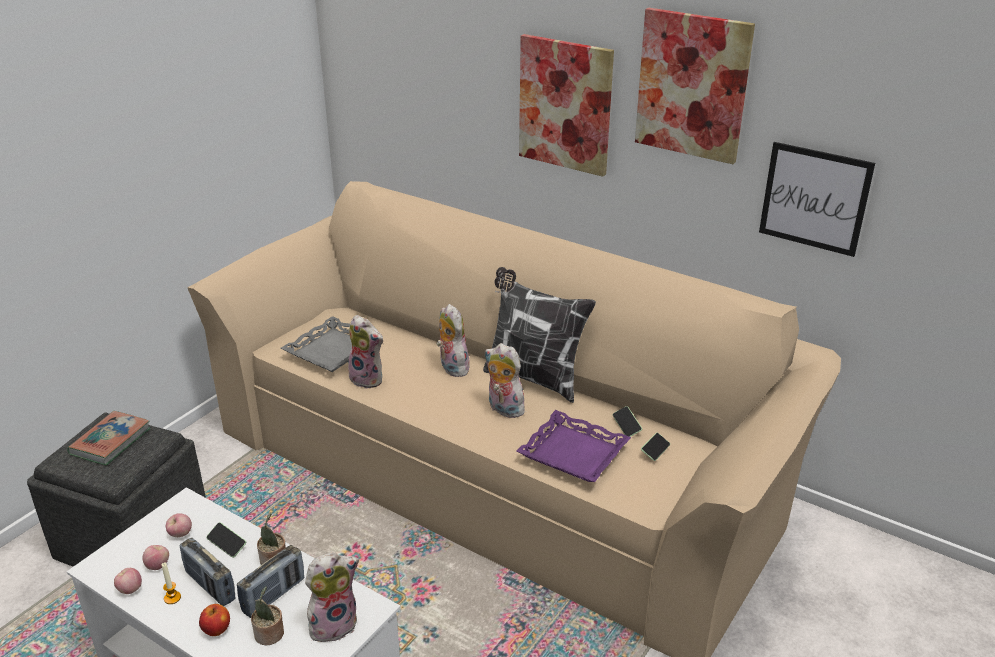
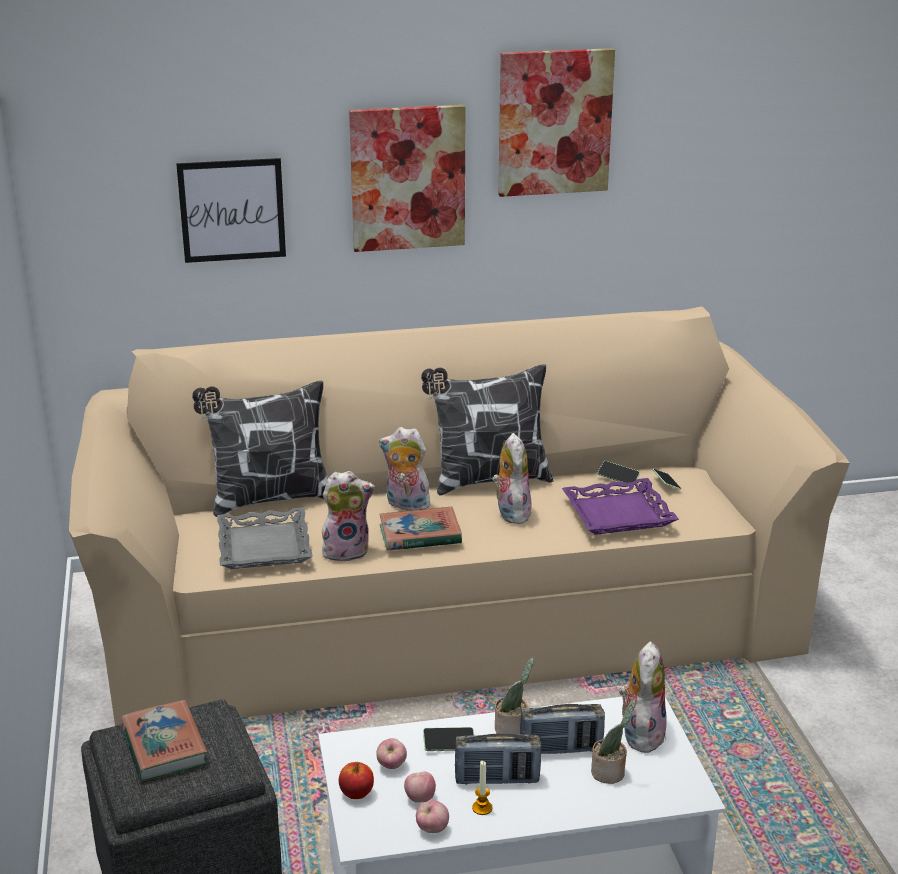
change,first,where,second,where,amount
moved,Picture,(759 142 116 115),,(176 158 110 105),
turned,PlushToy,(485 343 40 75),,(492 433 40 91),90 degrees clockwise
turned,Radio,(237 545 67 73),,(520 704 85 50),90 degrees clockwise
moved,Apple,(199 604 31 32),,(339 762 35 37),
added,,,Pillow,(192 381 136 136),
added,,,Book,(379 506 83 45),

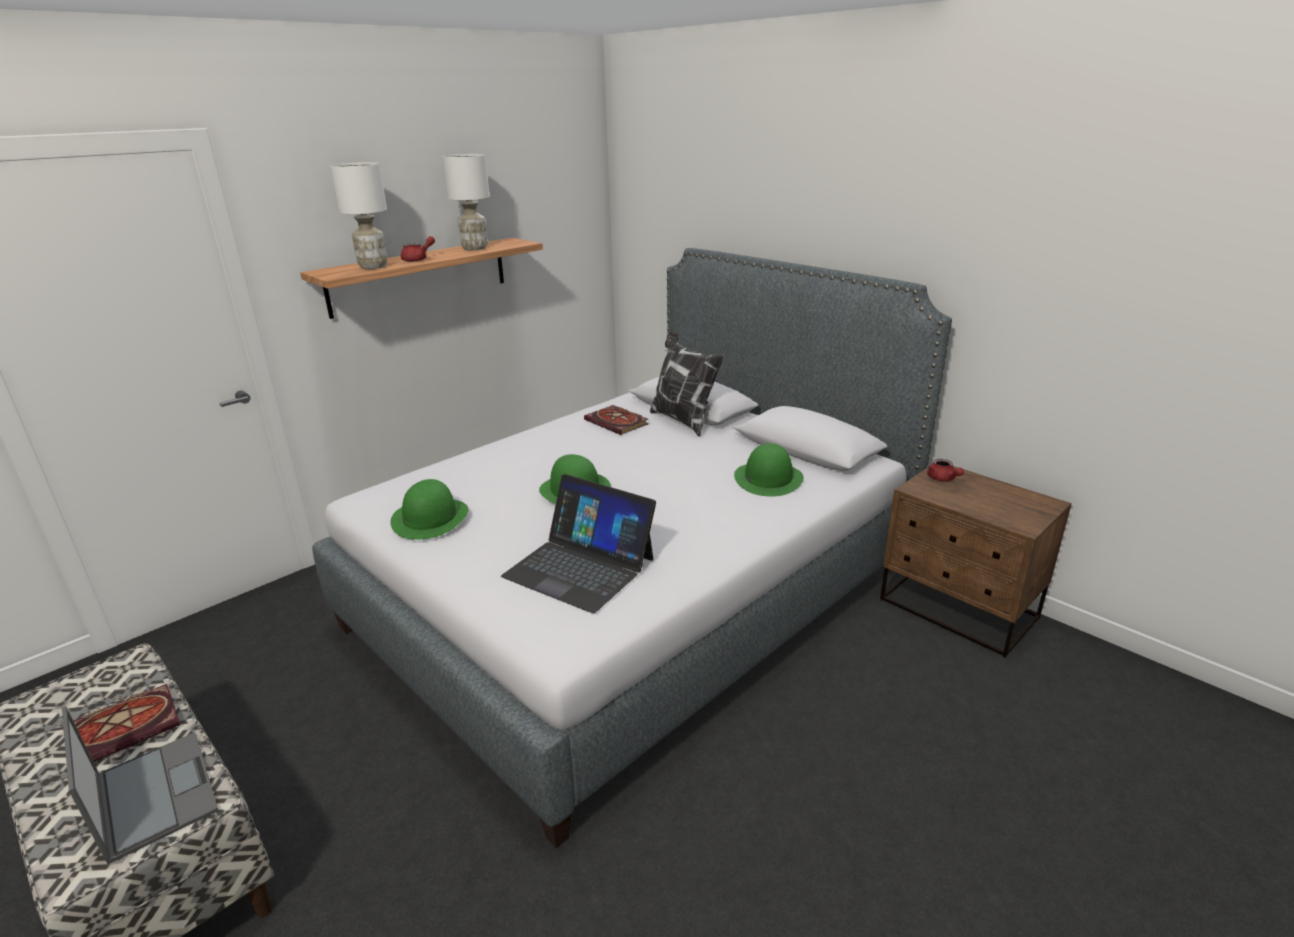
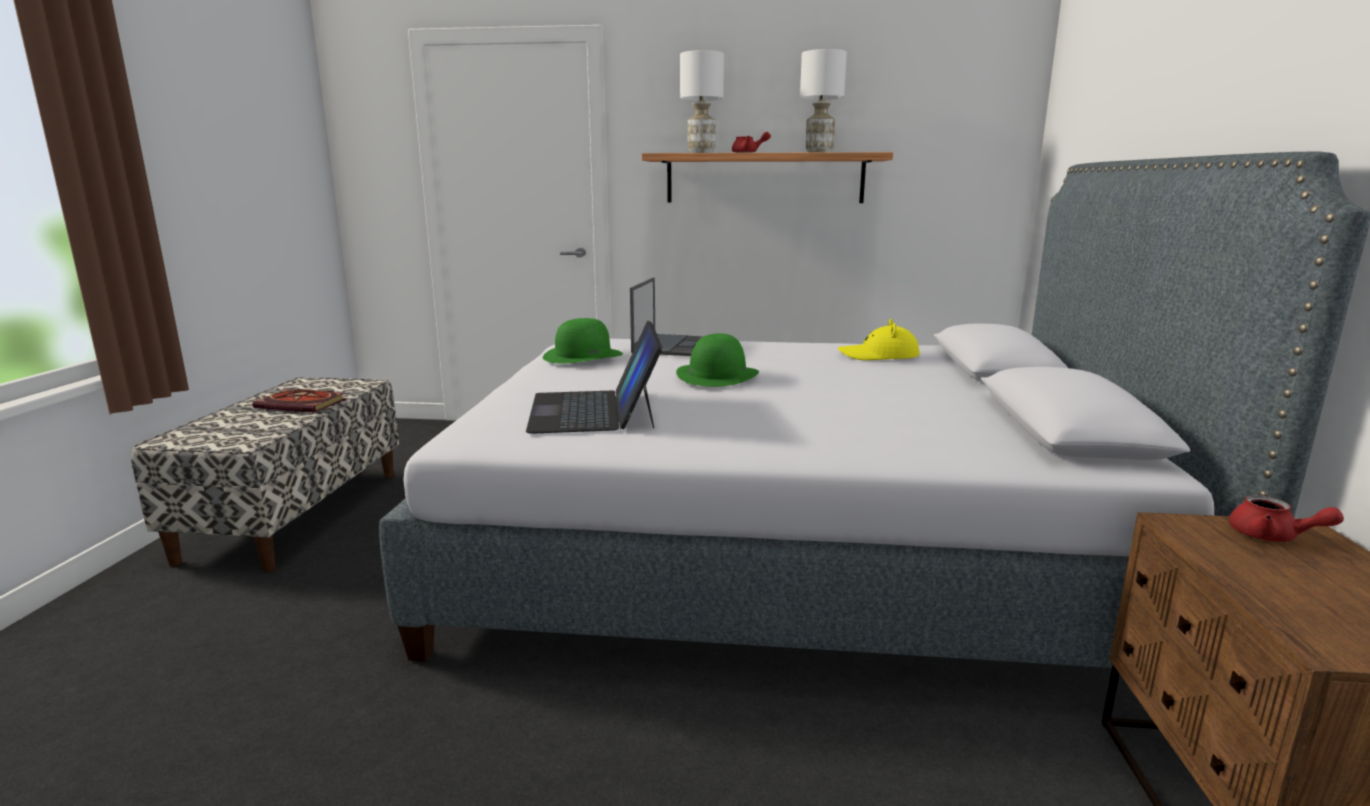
change,first,where,second,where,amount
removed,Pillow,(650 331 74 106),,,
replaced,Book,(584 405 65 30),YellowHat,(838 319 82 41),
removed,GreenHat,(734 443 70 54),,,
turned,RedTeapot,(927 459 37 22),,(1229 495 115 47),75 degrees counterclockwise
moved,Laptop,(62 706 157 158),,(630 277 74 79),

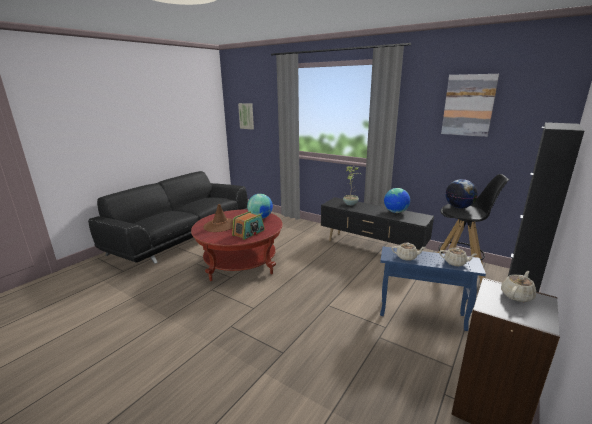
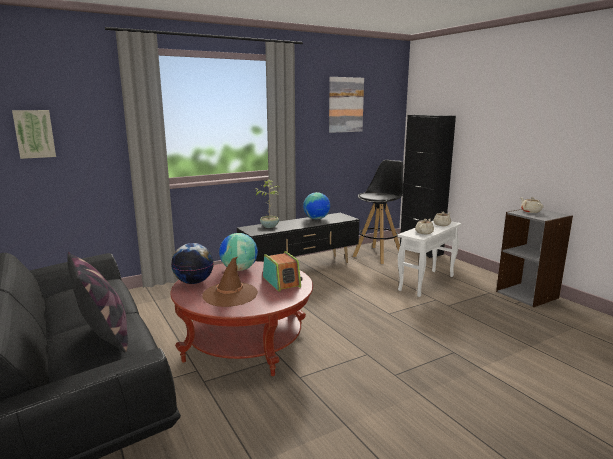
change,first,where,second,where,amount
moved,Globe,(445 179 33 29),,(171 243 43 41),
recoloured,BlueSideTable,(380 246 106 85),WhiteSideTable,(398 221 64 76),
added,,,Pillow,(67 252 61 100),

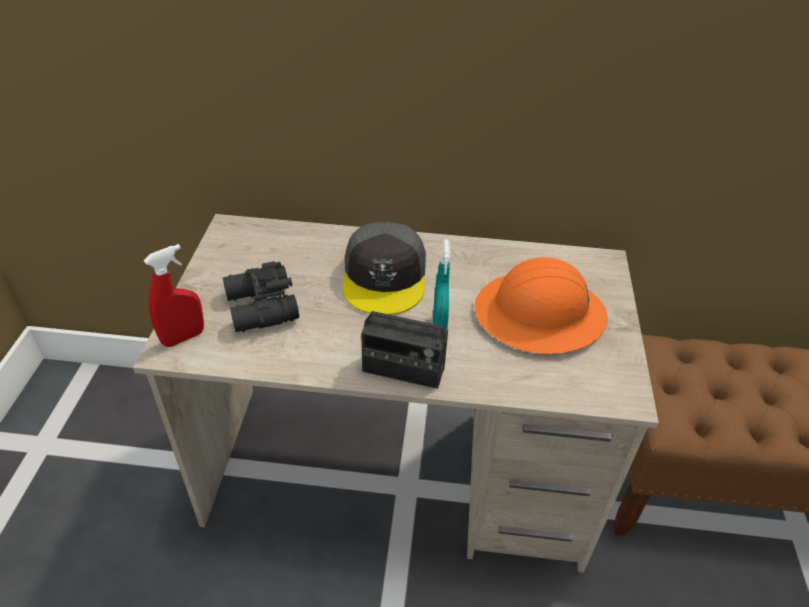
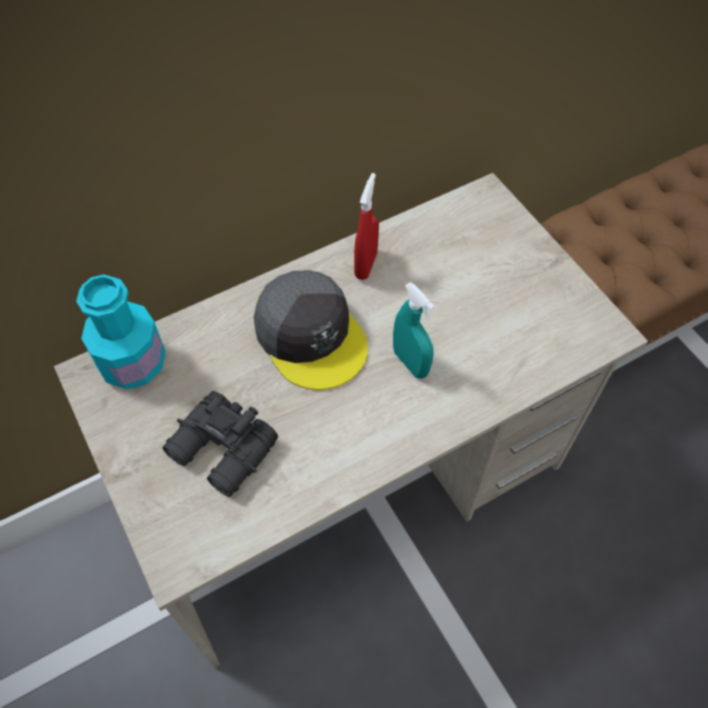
change,first,where,second,where,amount
moved,RedSprayBottle,(144 244 60 103),,(354 173 25 107),
removed,OrangeHardHat,(474 257 134 97),,,
removed,Radio,(361 297 87 92),,,
added,,,TurquoiseBottle,(76 274 89 115),

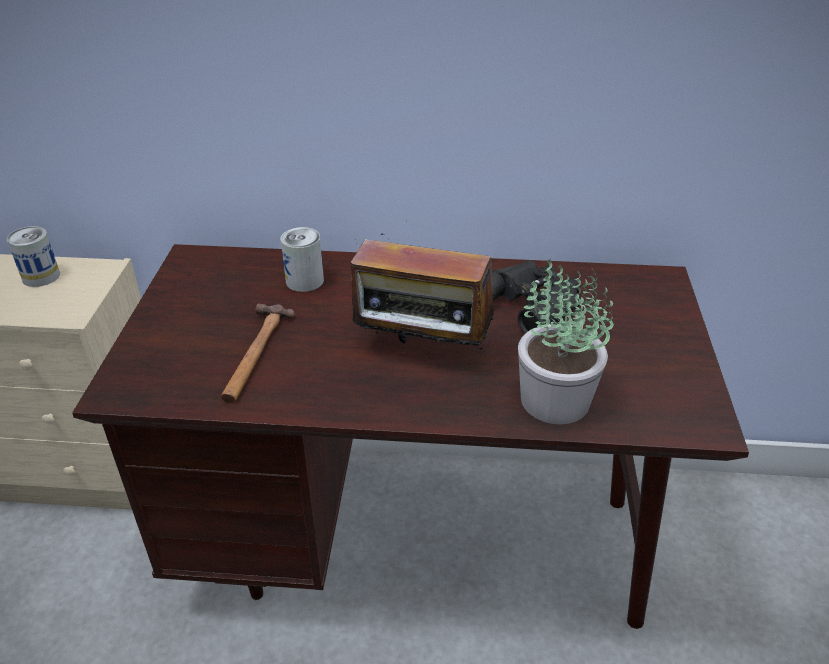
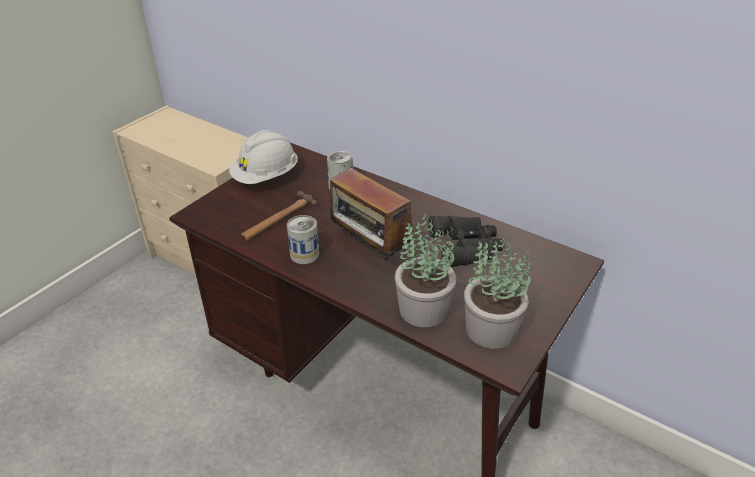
change,first,where,second,where,amount
moved,Can,(7 226 53 61),,(287 215 32 49),
added,,,WhiteHardHat,(229 130 69 54),
added,,,PottedPlant,(464 235 67 114),

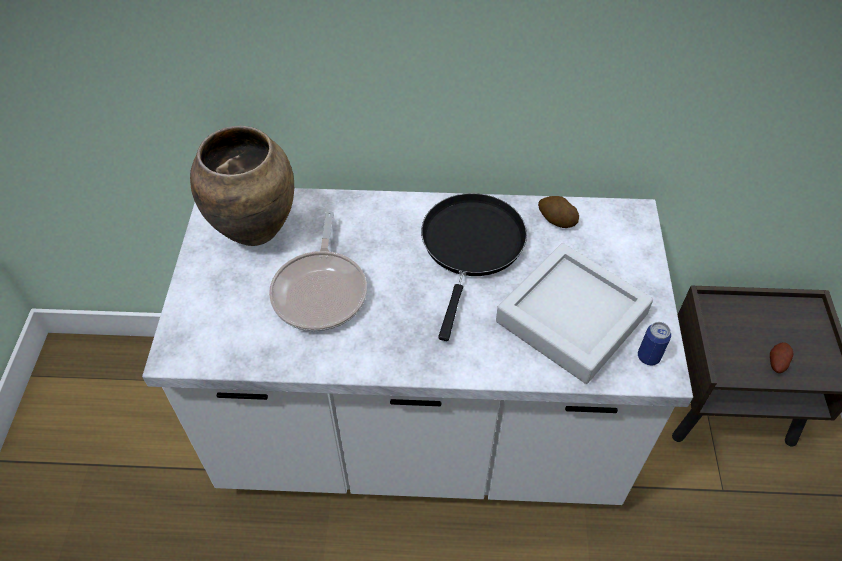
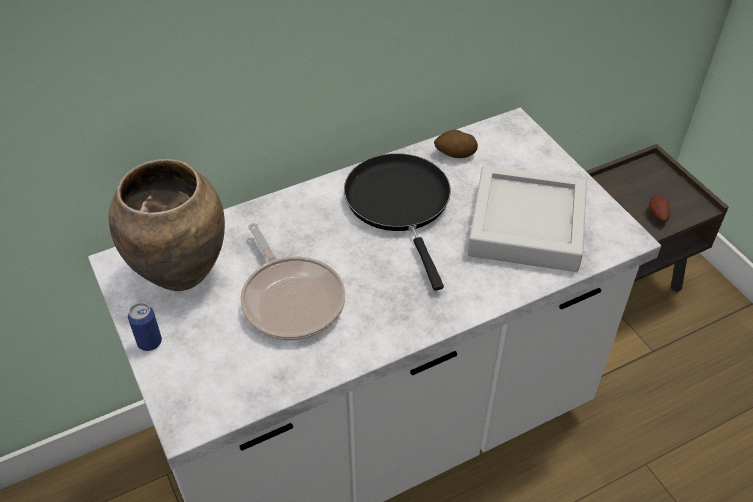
change,first,where,second,where,amount
moved,Can,(638 322 33 43),,(128 303 34 48),

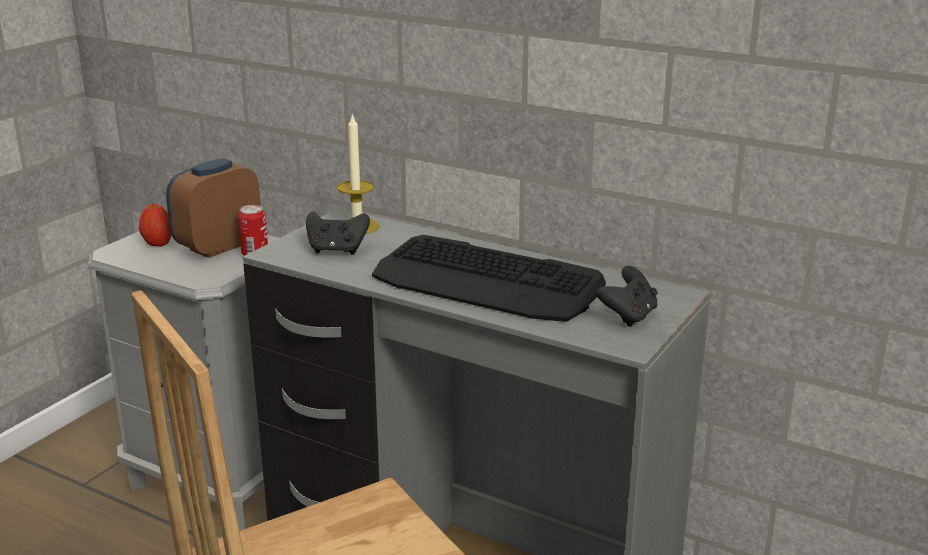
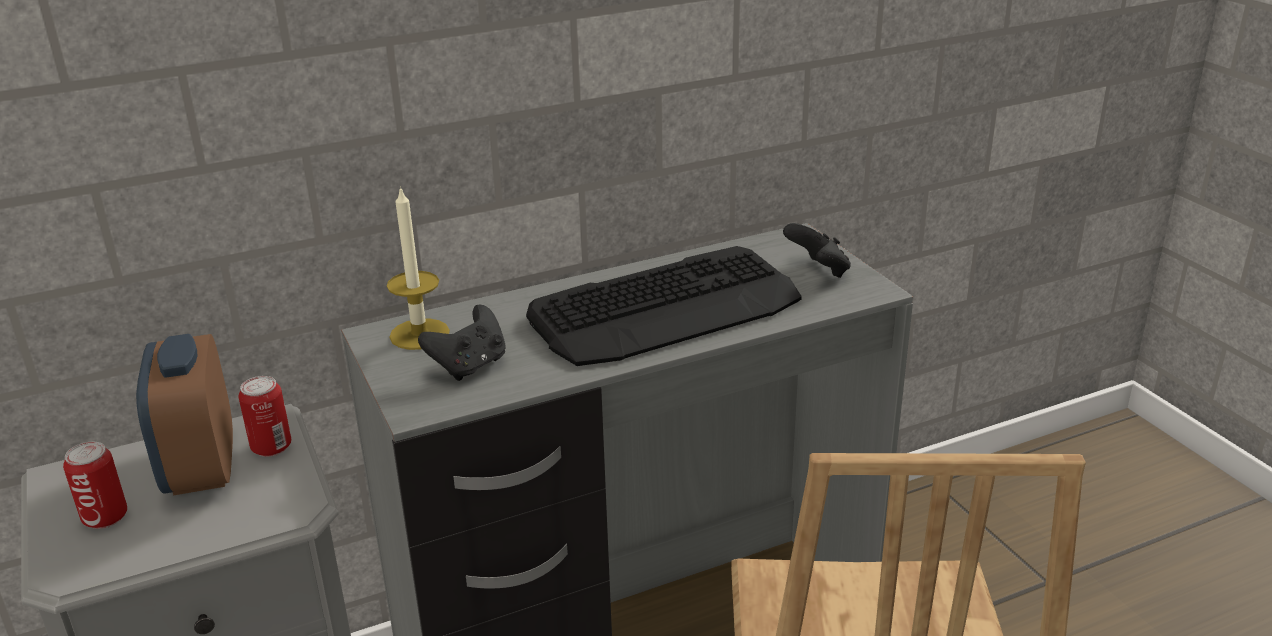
change,first,where,second,where,amount
replaced,Apple,(139 204 33 42),Can,(63 442 64 87),

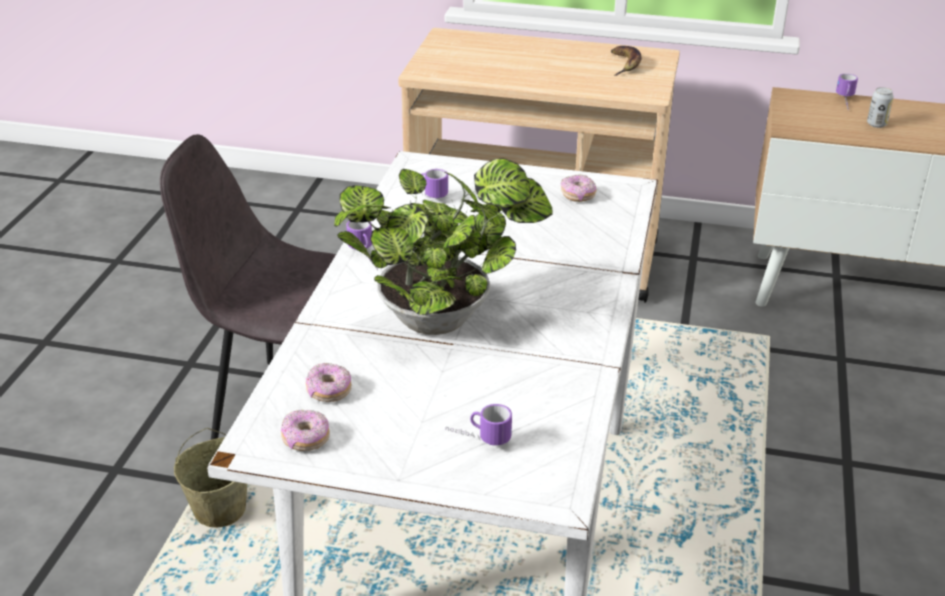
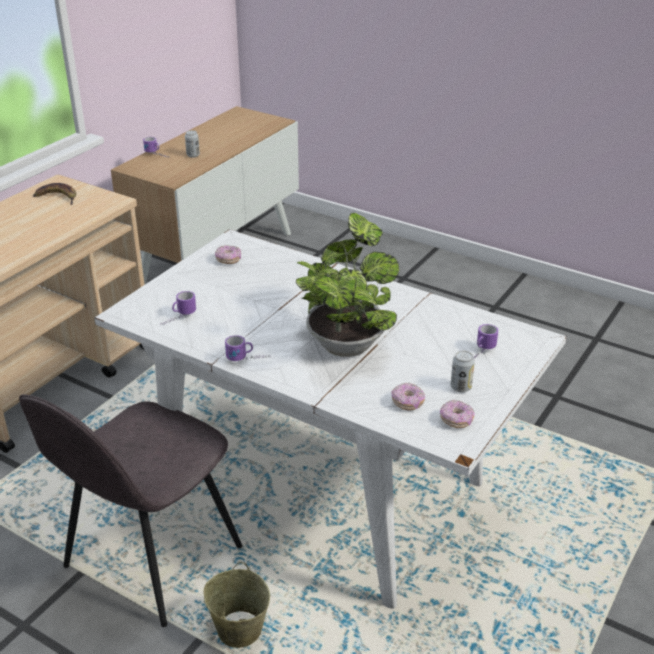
change,first,where,second,where,amount
added,,,Can,(451 351 24 41),

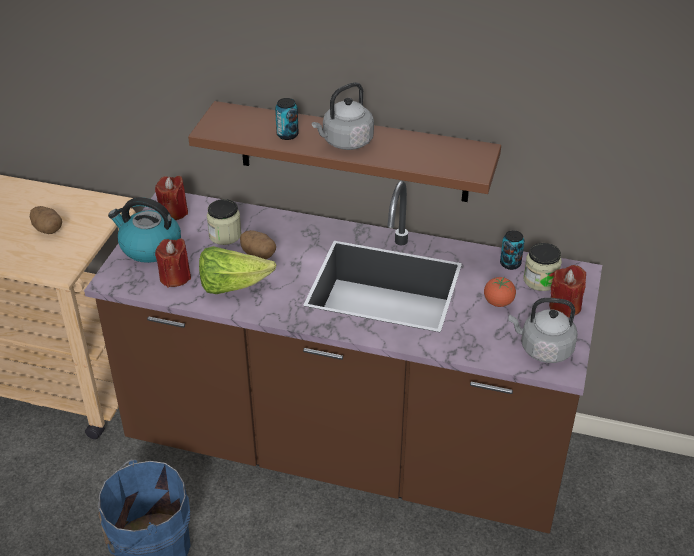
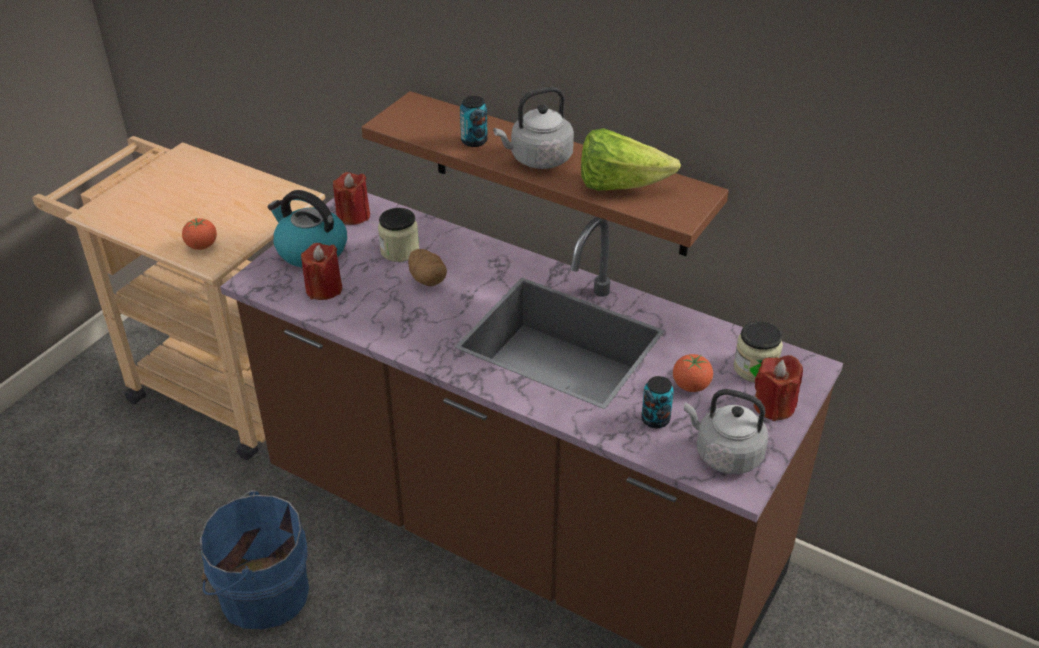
change,first,where,second,where,amount
removed,Potato,(30 206 32 28),,,
moved,Can,(500 230 25 40),,(641 376 33 52),
moved,Lettuce,(199 246 77 48),,(581 128 100 63),
added,,,Tomato,(182 218 35 32),

